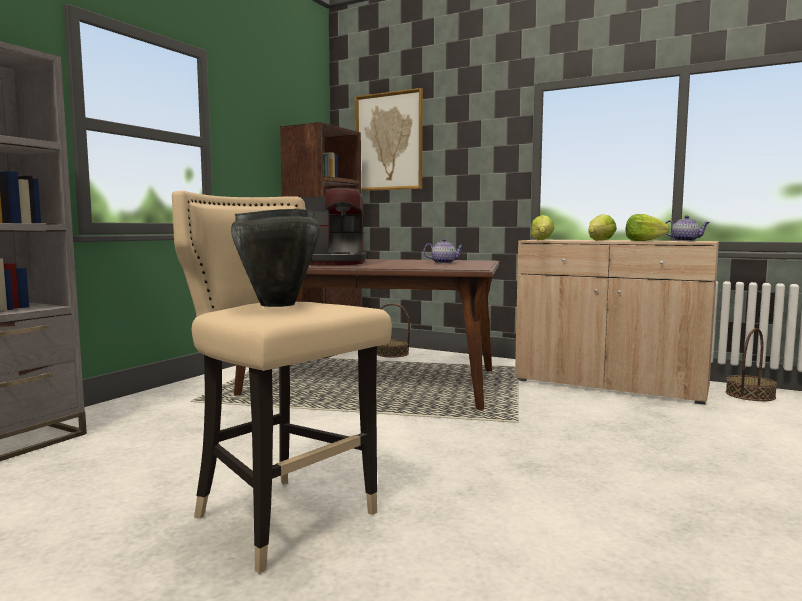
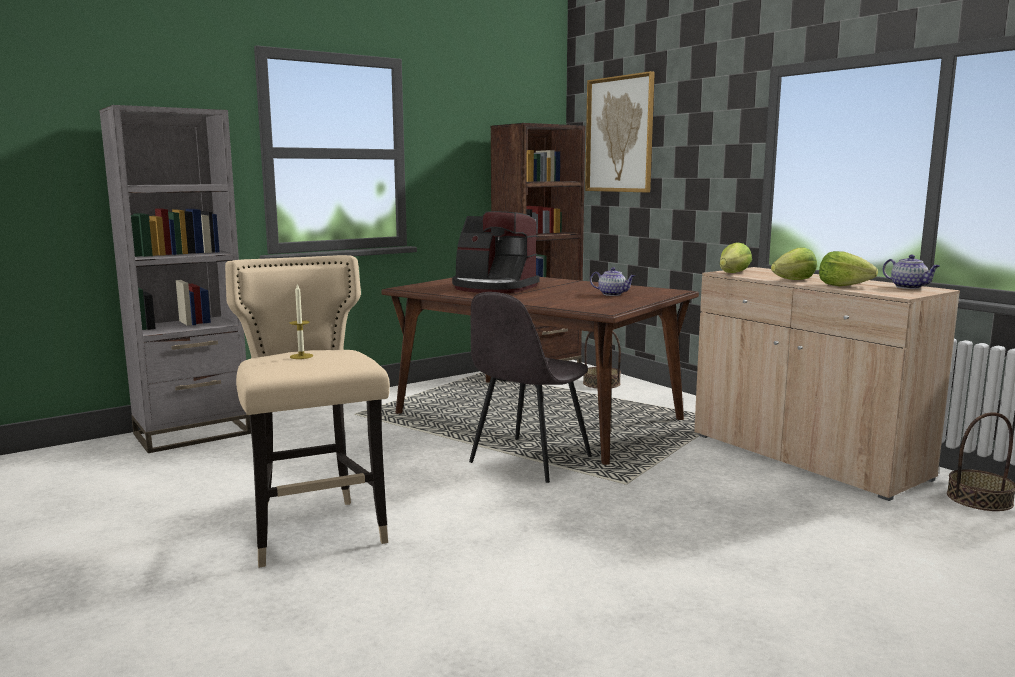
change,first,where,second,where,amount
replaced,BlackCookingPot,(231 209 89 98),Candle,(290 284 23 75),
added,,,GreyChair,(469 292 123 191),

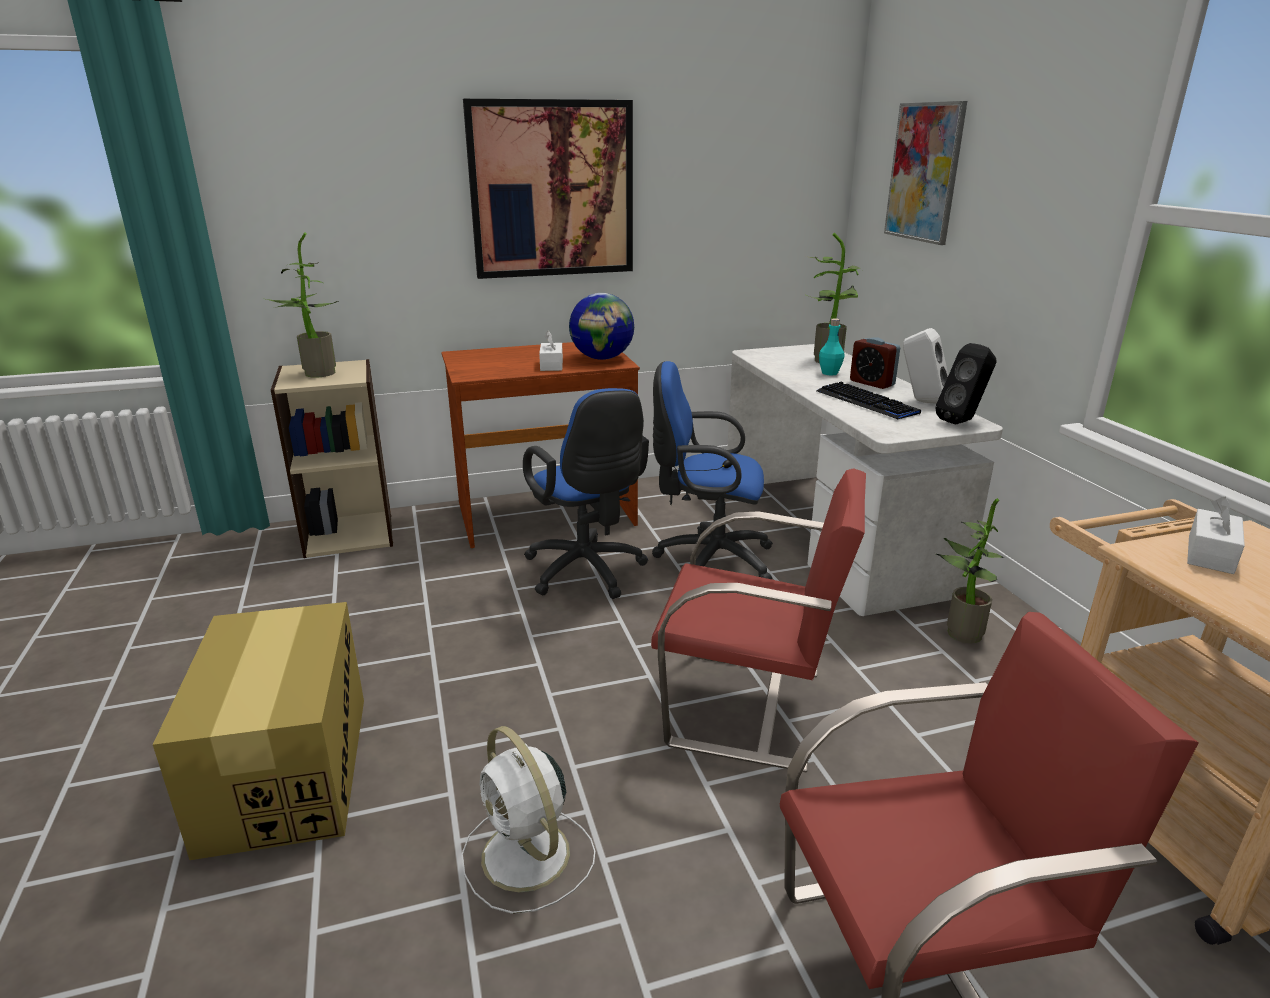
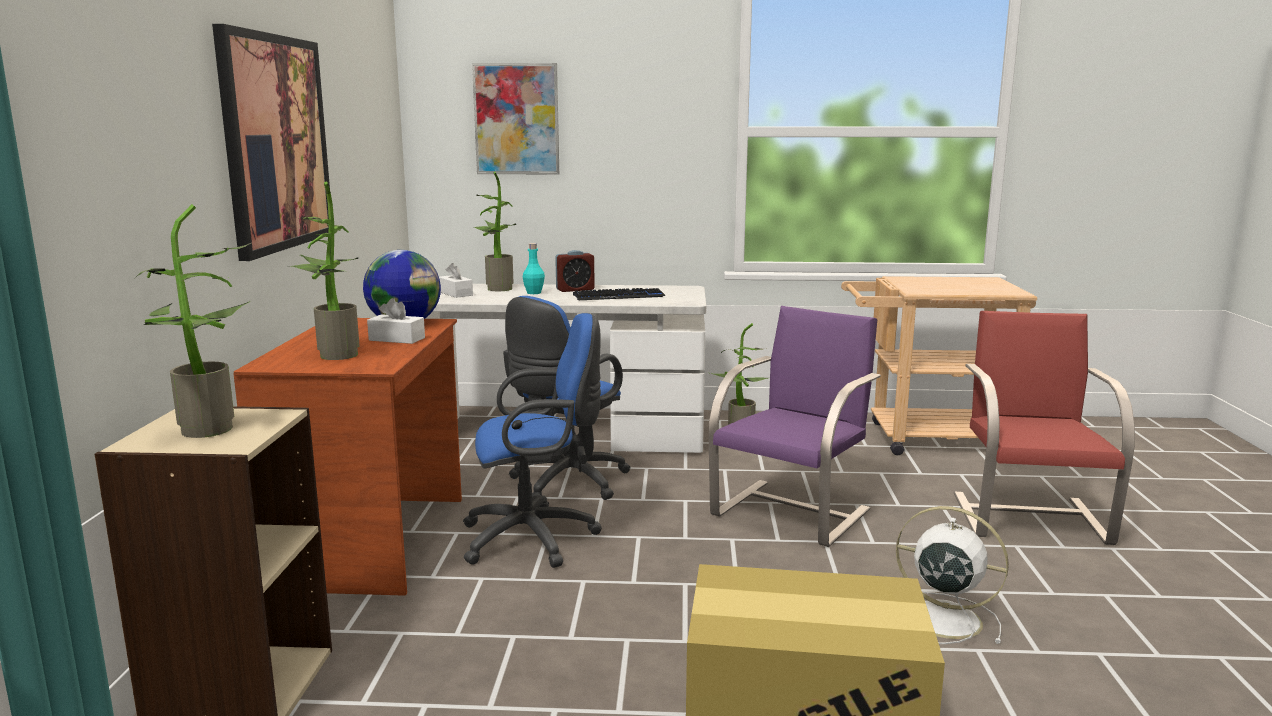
change,first,where,second,where,amount
removed,WhiteSpeaker,(903 328 46 76),,,
removed,BlackSpeaker,(935 343 62 82),,,
recoloured,RedChair,(651 468 215 304),PurpleChair,(709 306 172 241),
moved,WhiteTissueBox,(1187 497 58 77),,(439 263 34 35),
turned,WhiteFan,(461 726 134 188),,(896 506 113 138),135 degrees counterclockwise
added,,,PottedPlant,(287 181 73 179),

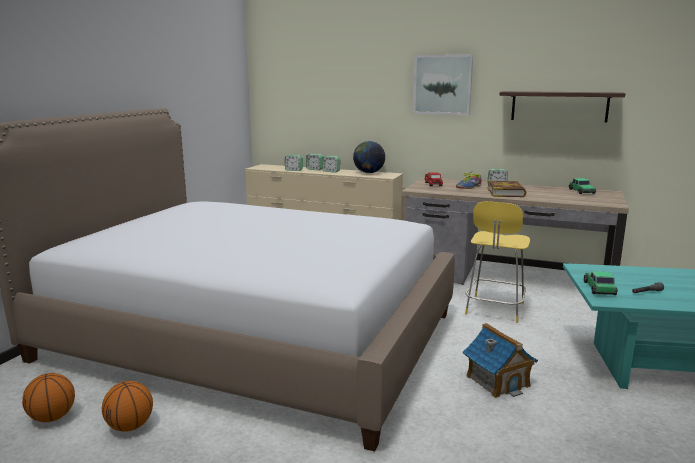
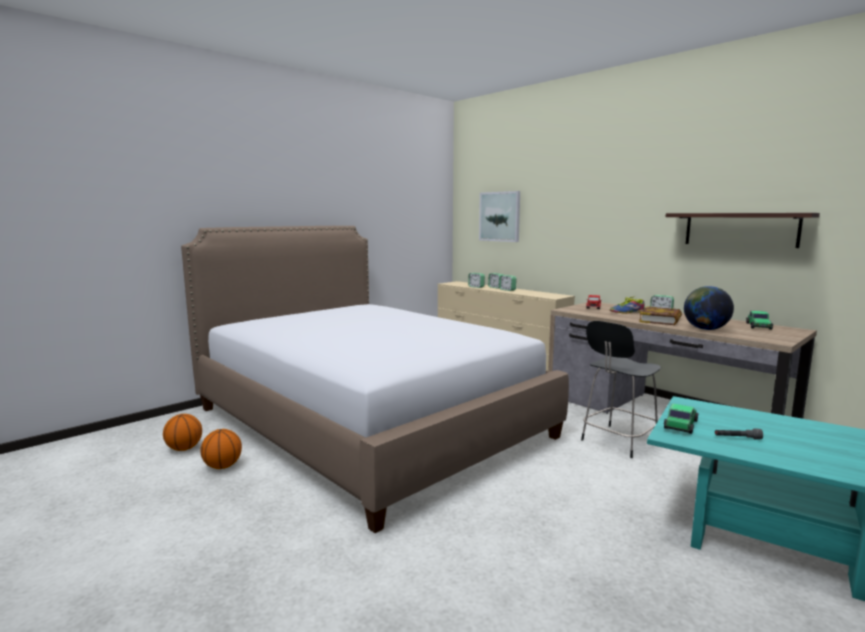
change,first,where,second,where,amount
moved,Picture,(413 55 60 60),,(479 191 41 51),
moved,Globe,(353 141 32 32),,(684 286 50 44),
recoloured,YellowChair,(465 201 65 122),BlackChair,(581 321 80 137),
removed,ToyHouse,(463 323 75 75),,,

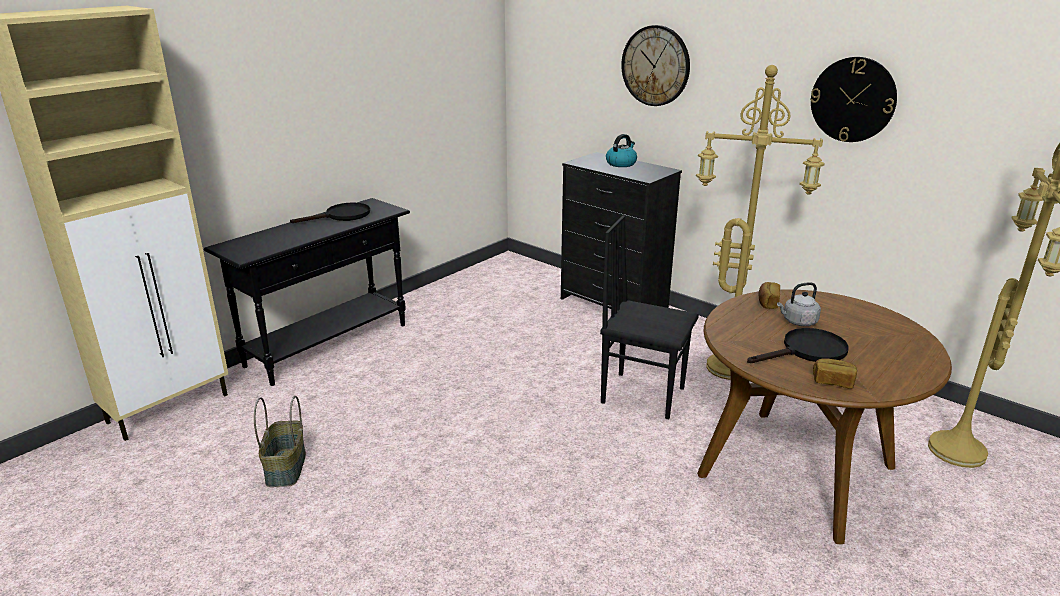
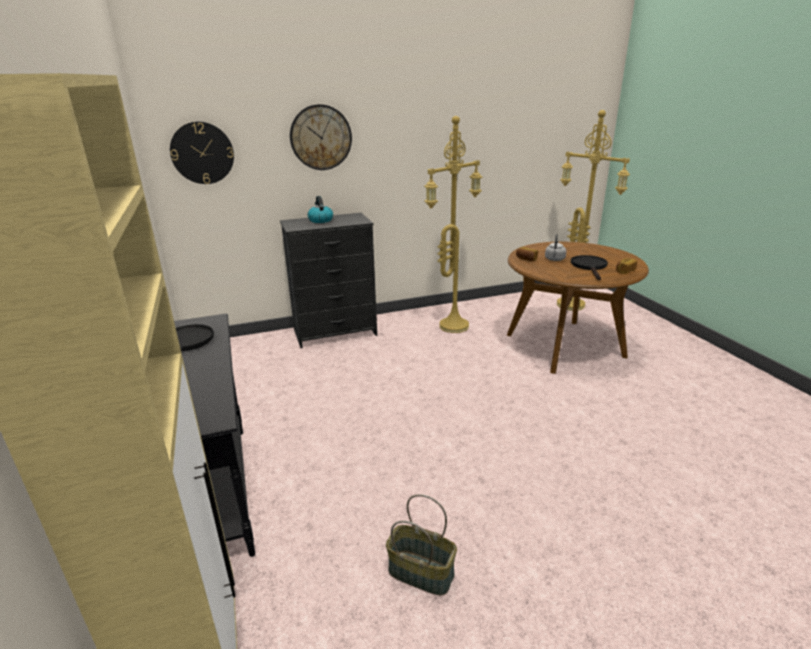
change,first,where,second,where,amount
moved,WallClock,(810 57 87 85),,(170 122 64 62),
removed,BlackChair,(600 216 99 204),,,

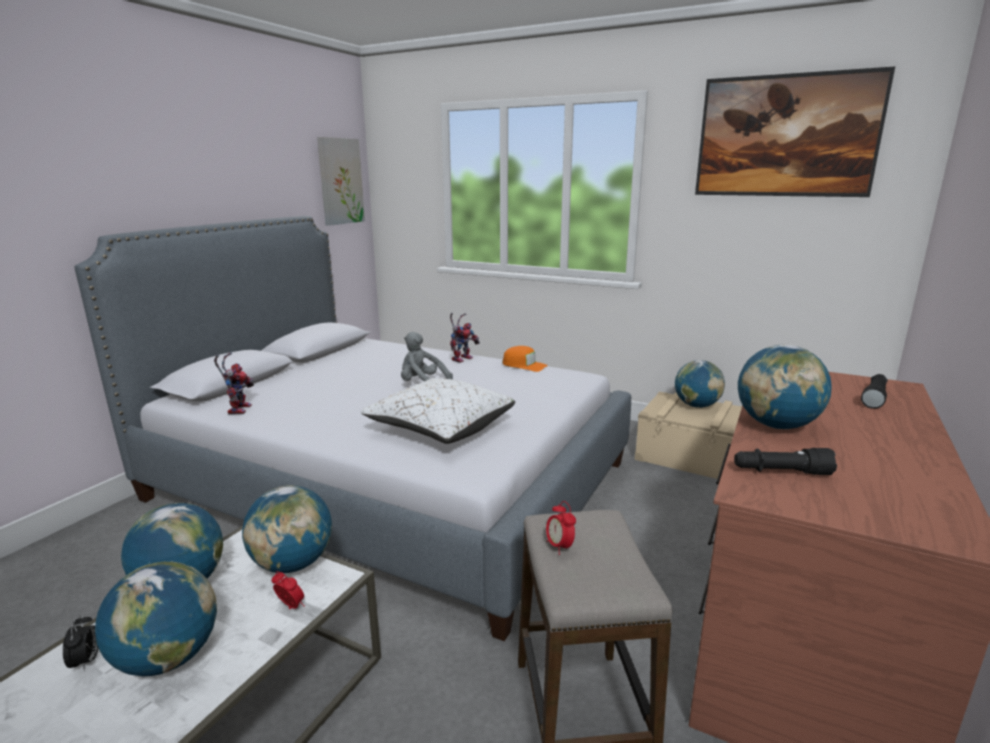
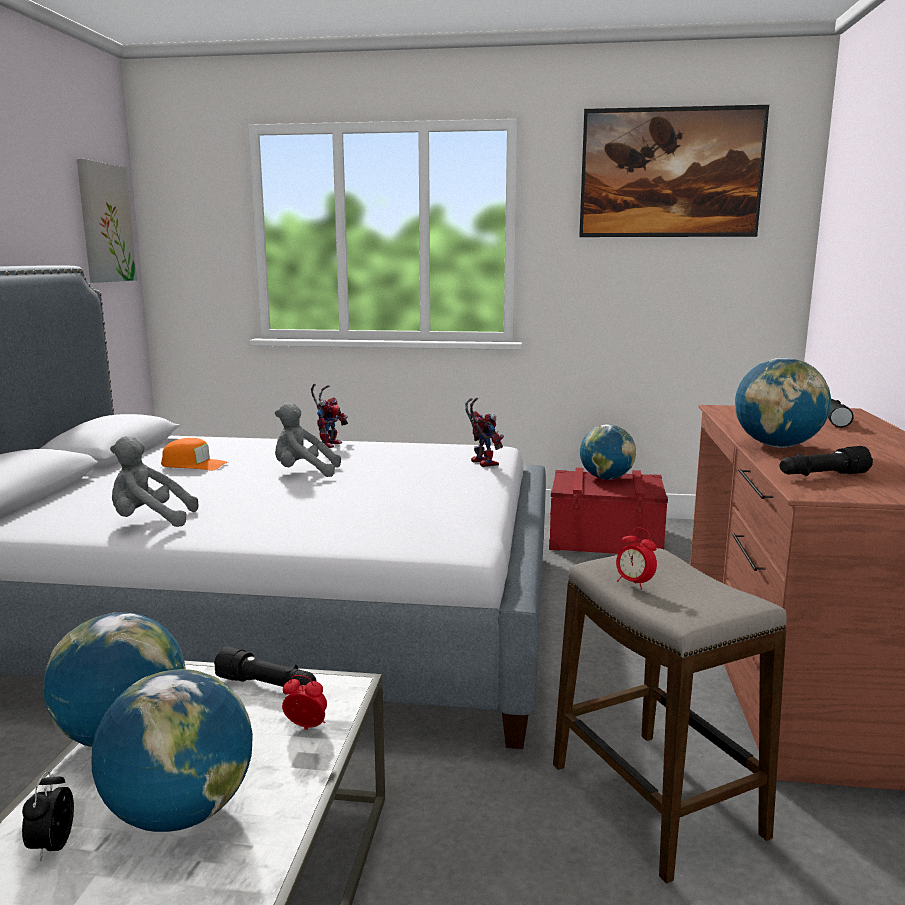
change,first,where,second,where,amount
moved,OrangeCap,(502 346 46 26),,(161 438 67 32),
moved,ToyRobot,(214 352 40 62),,(465 398 39 69),
removed,WhitePillow,(361 378 154 66),,,
recoloured,BeigeStorageBox,(635 392 107 87),RedStorageBox,(549 468 119 86),
replaced,Globe,(242 485 90 88),BlackFlashlight,(214 646 102 41),
turned,AlarmClock,(63 615 36 55),,(22 771 52 90),150 degrees counterclockwise
added,,,GreyPlushToy,(110 436 88 91),

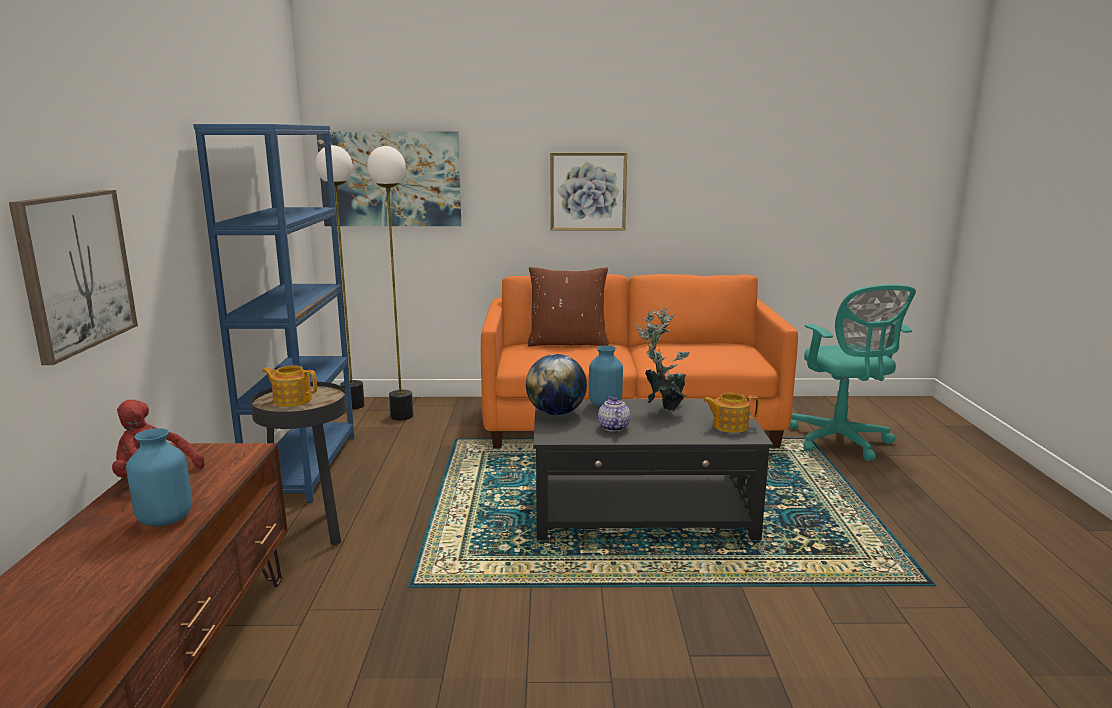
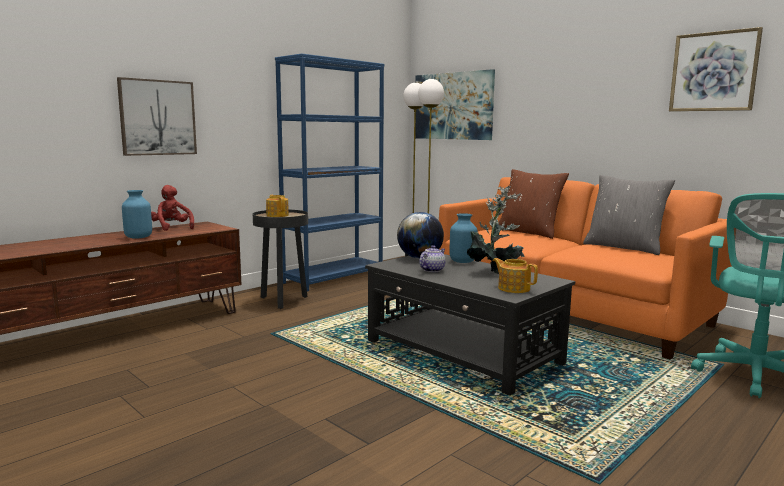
change,first,where,second,where,amount
moved,Picture,(550 152 77 79),,(669 27 94 85),
added,,,GreyPillow,(583 175 92 80),

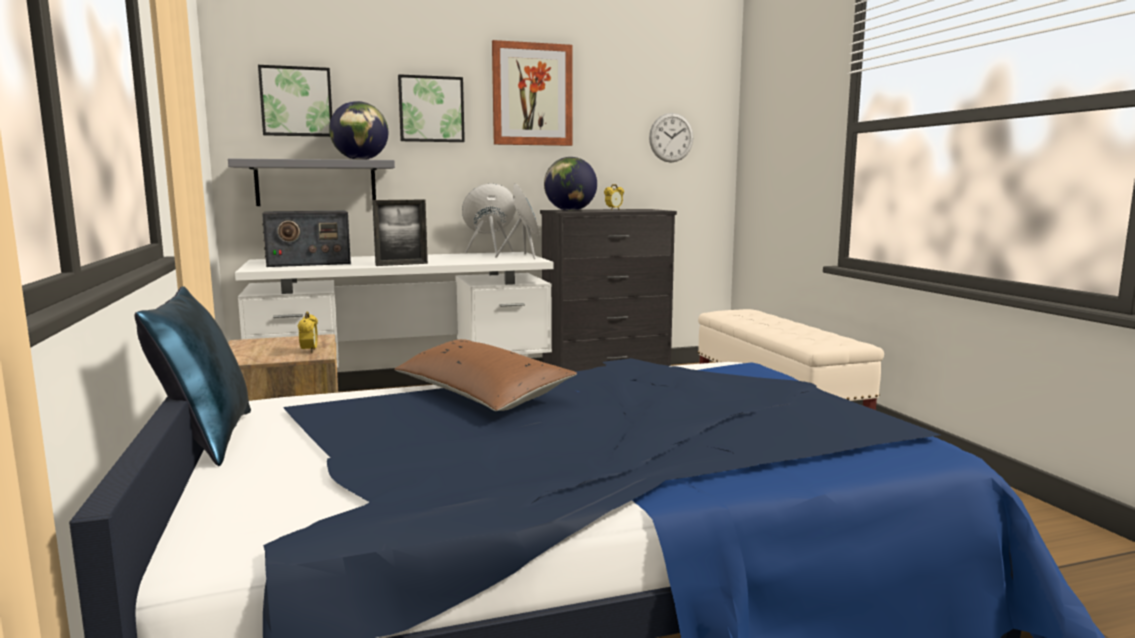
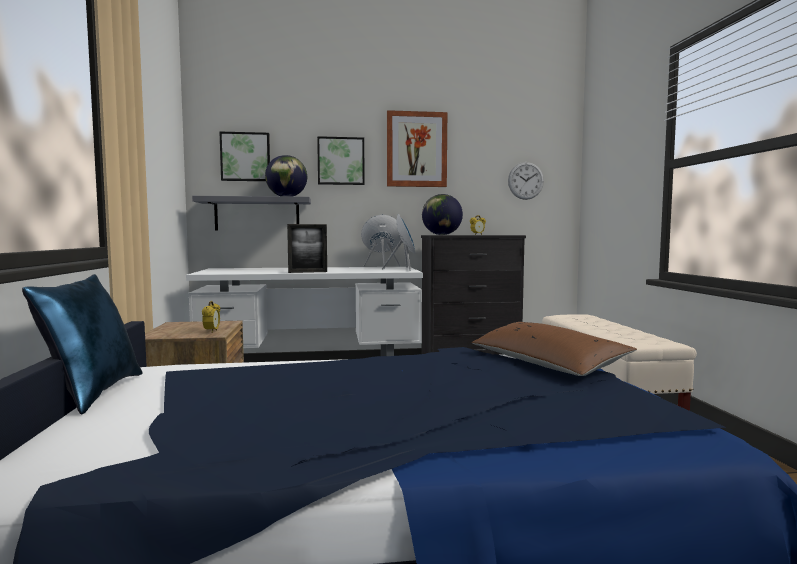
change,first,where,second,where,amount
removed,Radio,(262 211 89 56),,,
moved,BrownPillow,(394 339 183 72),,(472 322 165 54),

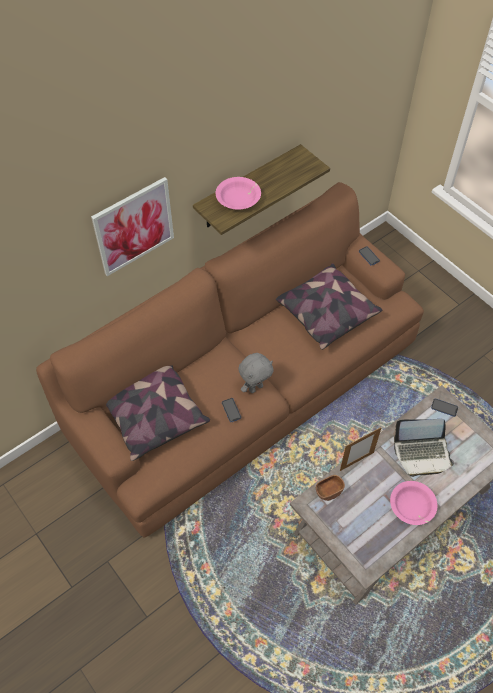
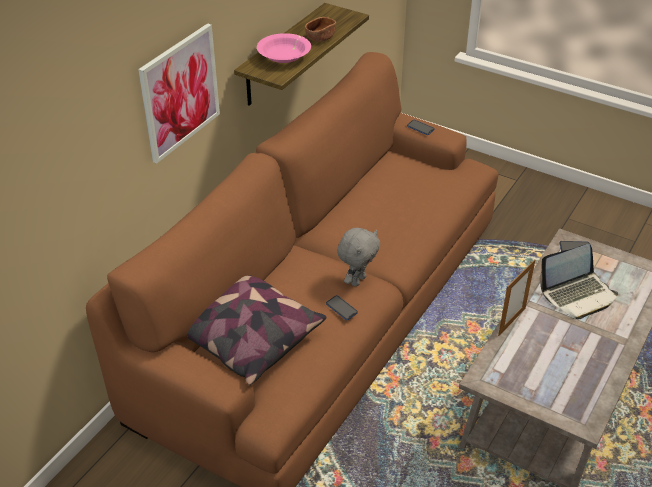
change,first,where,second,where,amount
removed,Pillow,(276 263 106 87),,,
moved,BrownBowl,(316 475 29 26),,(305 17 31 25),
removed,PinkBowl,(390 481 48 44),,,

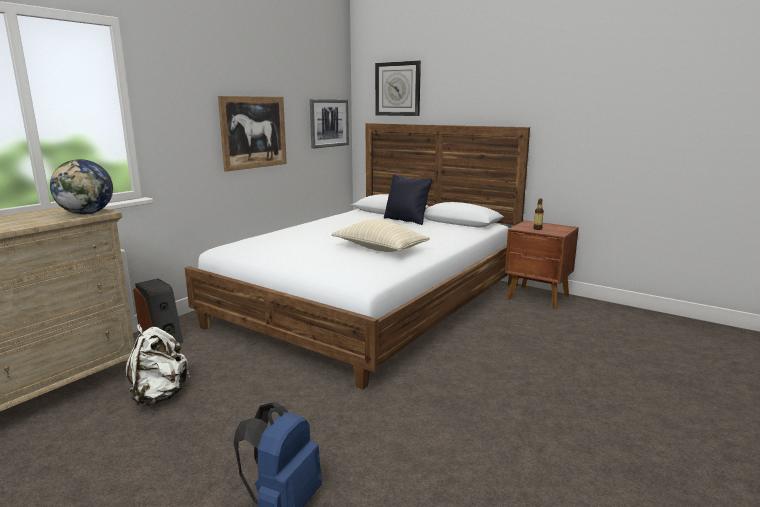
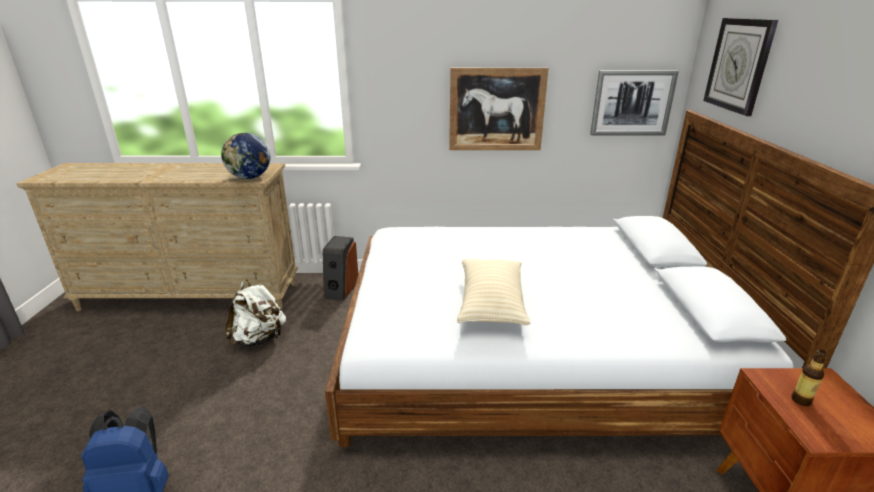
change,first,where,second,where,amount
removed,BlackPillow,(384 174 48 51),,,

